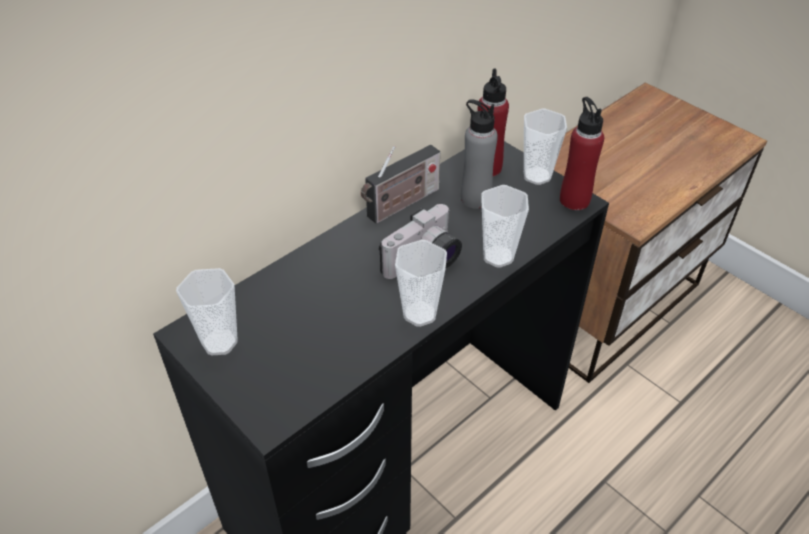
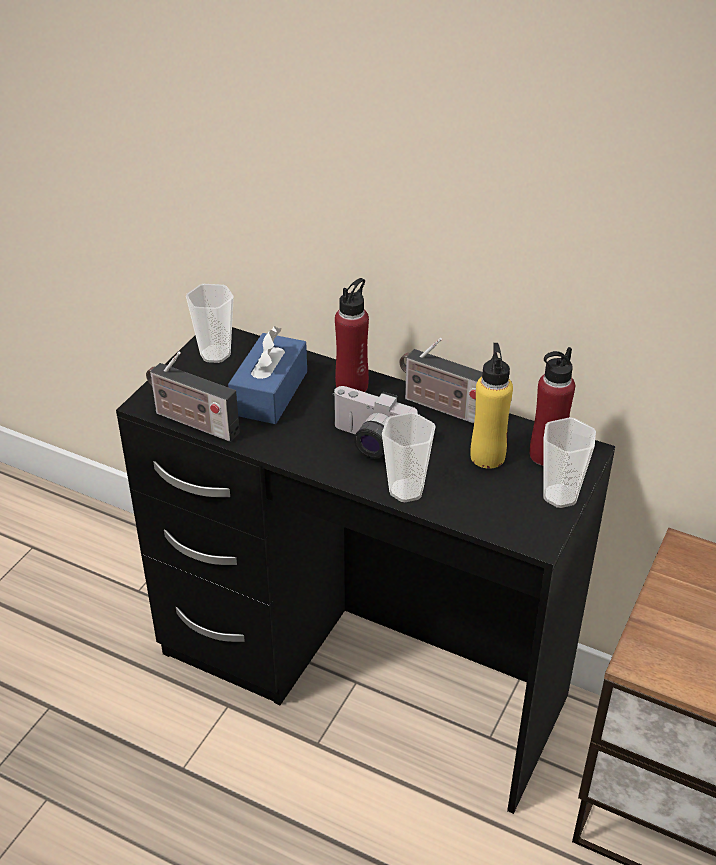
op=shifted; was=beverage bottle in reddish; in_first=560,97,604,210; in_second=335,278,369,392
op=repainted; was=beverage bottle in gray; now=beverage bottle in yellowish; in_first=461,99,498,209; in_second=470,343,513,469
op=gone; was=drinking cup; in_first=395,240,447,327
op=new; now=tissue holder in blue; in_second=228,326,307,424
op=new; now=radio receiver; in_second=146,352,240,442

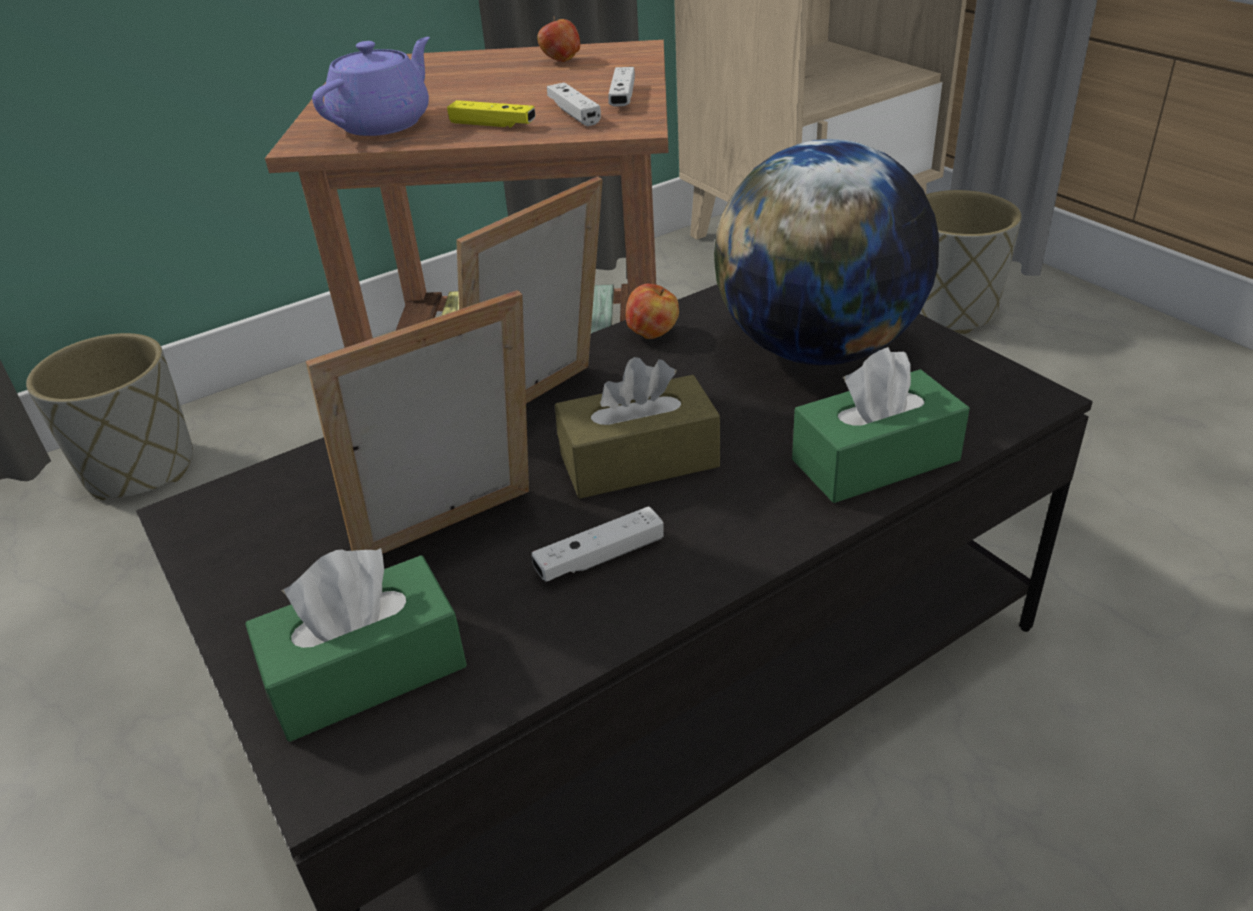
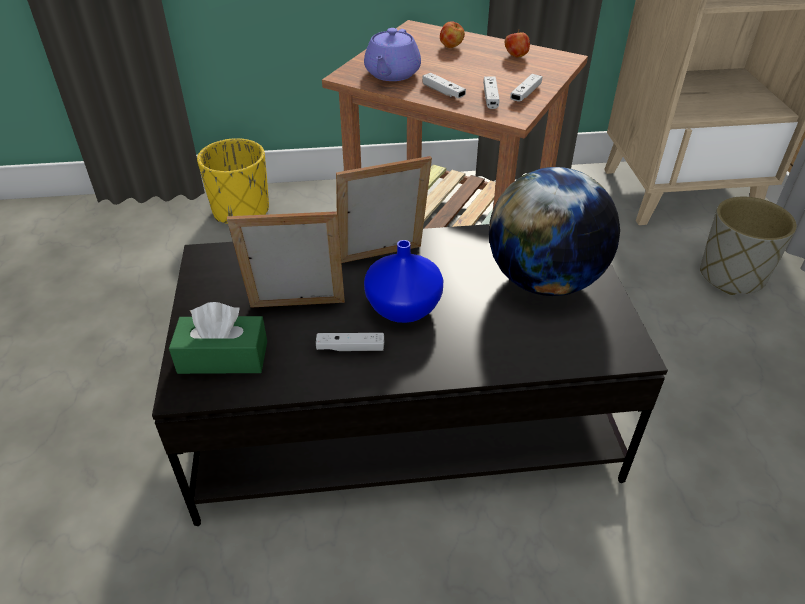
op=rotated; was=tea pot in purple-coloured; in_first=312,37,430,136; in_second=364,28,421,81; clockwise=135
op=repainted; was=joypad in yellowish; now=joypad in white-coloured; in_first=447,100,536,128; in_second=422,73,466,98
op=shifted; was=apple fruit; in_first=626,284,679,339; in_second=440,21,465,48
op=repainted; was=flower pot in gray; now=flower pot in yellowish; in_first=26,333,193,500; in_second=197,138,269,224
op=gone; was=tissue holder in green-coloured; in_first=792,347,970,503
op=swapped; was=tissue holder in brownish; now=decorative vase in blue; in_first=555,357,720,499; in_second=364,240,443,323

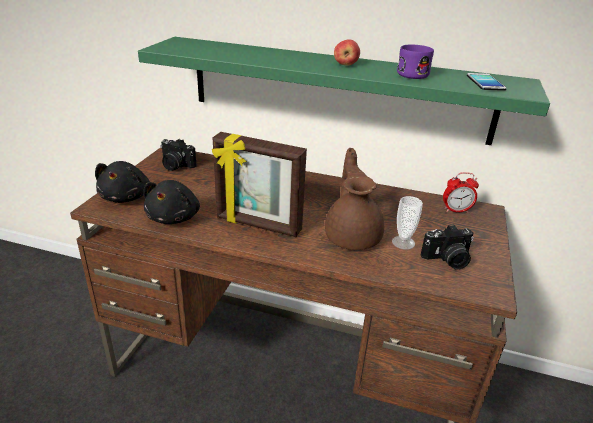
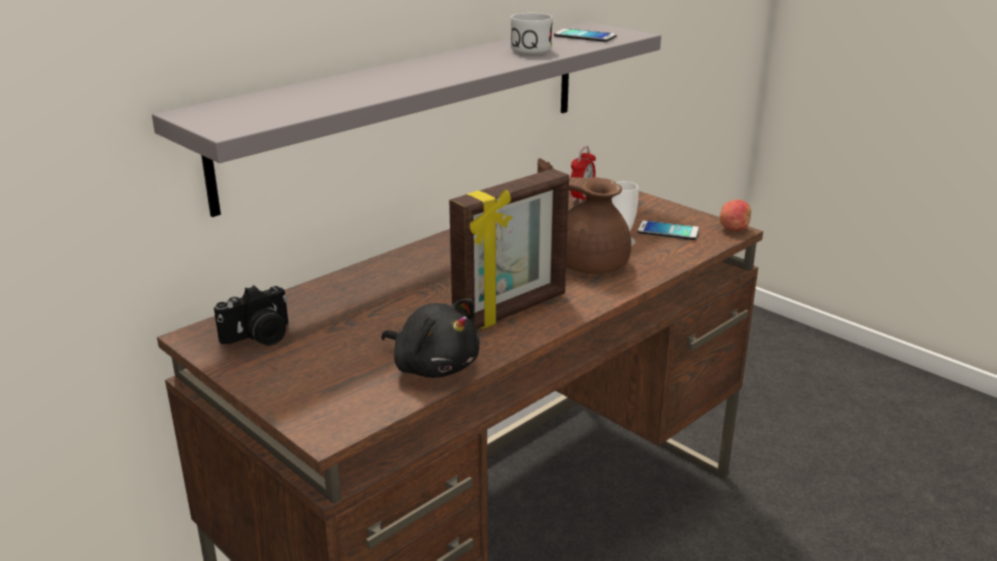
op=repainted; was=shelf in green-coloured; now=shelf in gray; in_first=138,37,550,145; in_second=152,22,661,217
op=shifted; was=apple fruit; in_first=334,39,360,66; in_second=720,200,751,231
op=repainted; was=coffee mug in purple-coloured; now=coffee mug in white-coloured; in_first=397,45,434,79; in_second=510,13,553,55
op=gone; was=cuddly toy in black-coloured; in_first=95,161,150,203
op=swapped; was=photo camera; now=phone; in_first=421,225,474,270; in_second=638,220,699,240

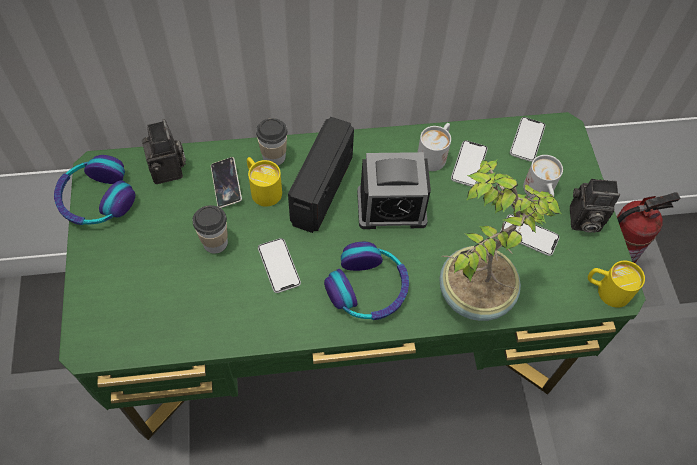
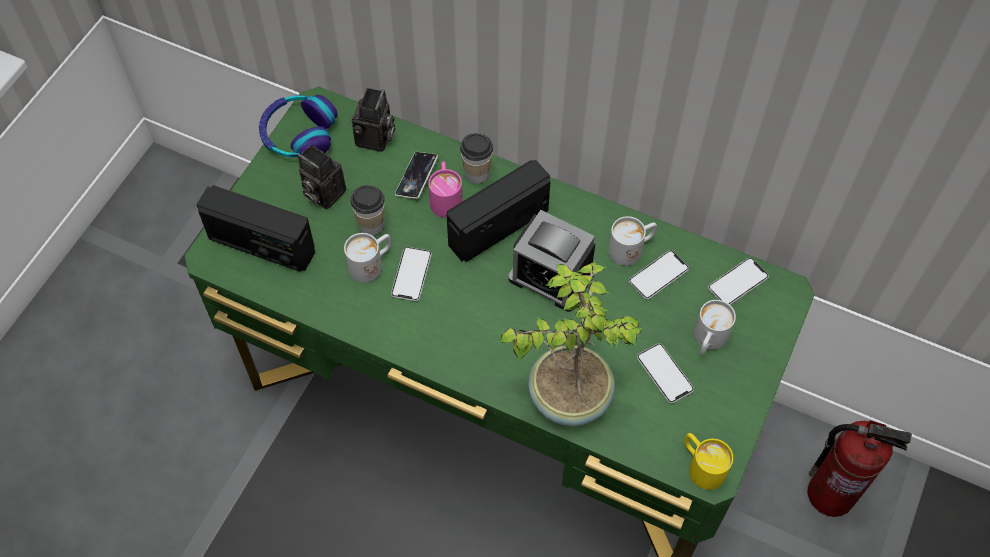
op=repainted; was=coffee mug in yellowish; now=coffee mug in pinkish; in_first=247,157,282,207; in_second=428,161,463,218
op=shifted; was=photo camera; in_first=570,179,620,233; in_second=298,145,346,210
op=gone; was=pair of headphones; in_first=324,242,409,320
op=new; now=radio receiver; in_second=197,185,315,272
op=new; now=coffee mug in white-coloured; in_second=344,233,391,282

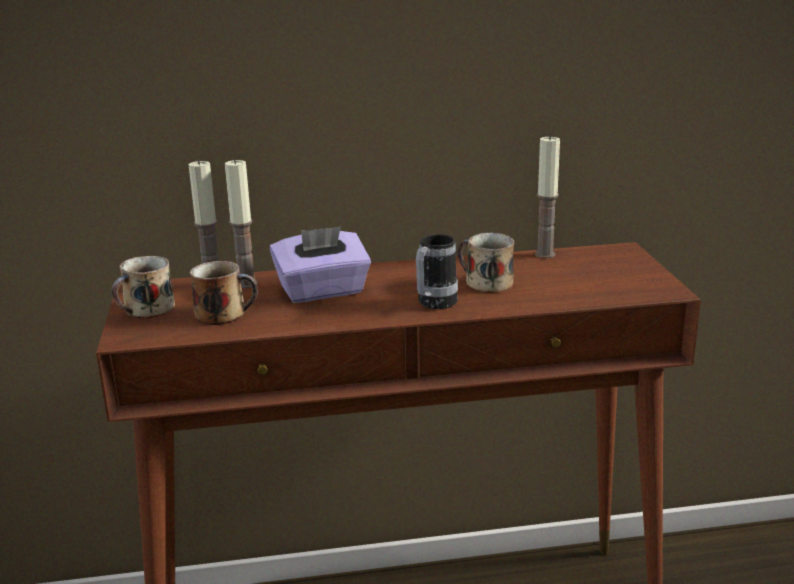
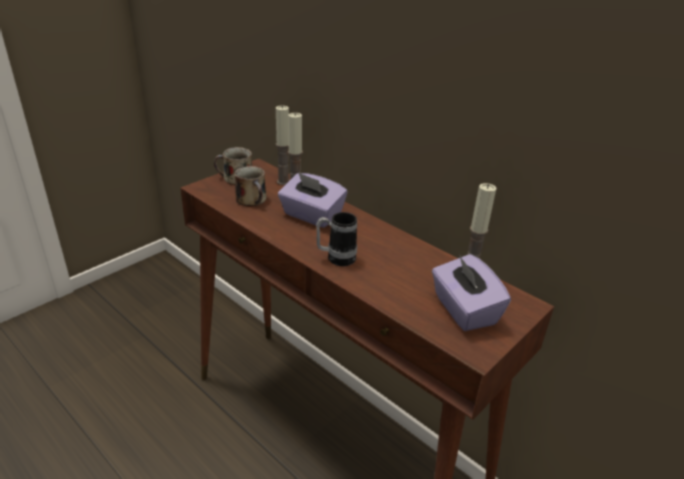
op=gone; was=coffee mug; in_first=457,232,514,293
op=new; now=tissue holder in purple-coloured; in_second=432,254,511,331

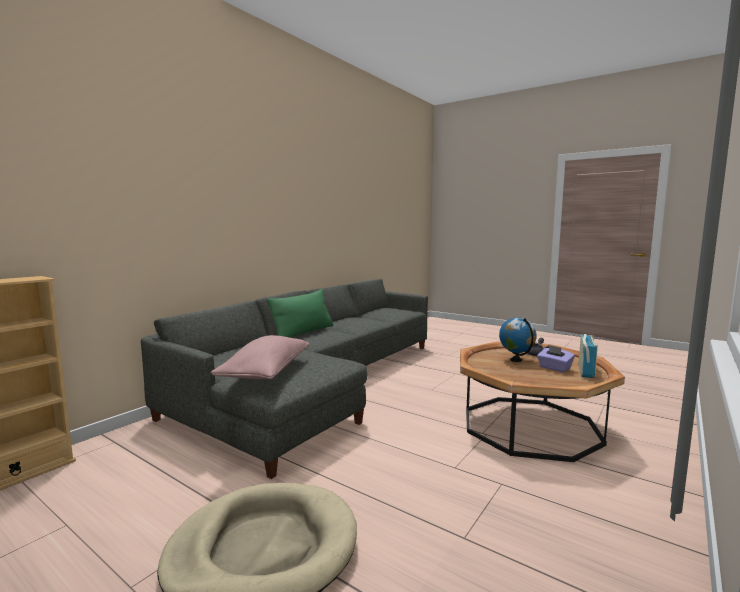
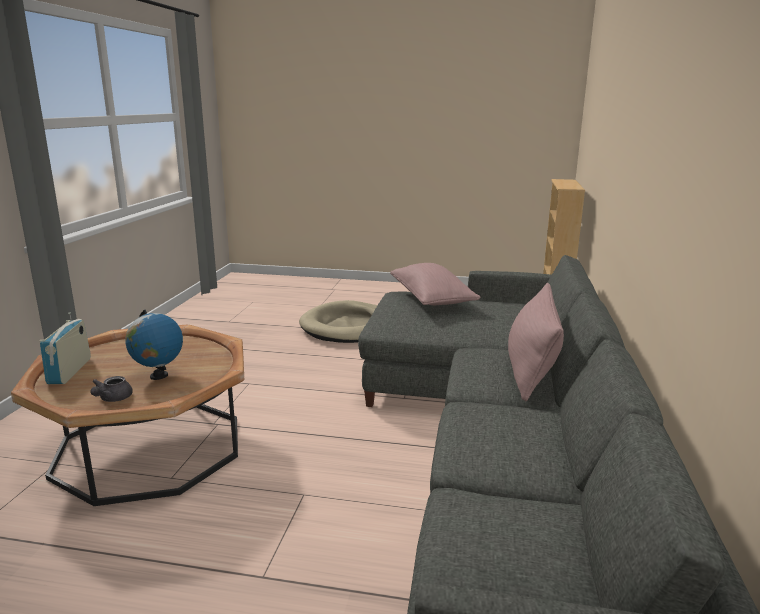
op=repainted; was=pillow in green-coloured; now=pillow in pinkish; in_first=267,289,333,338; in_second=508,283,564,401
op=gone; was=tissue holder in purple-coloured; in_first=537,345,575,372

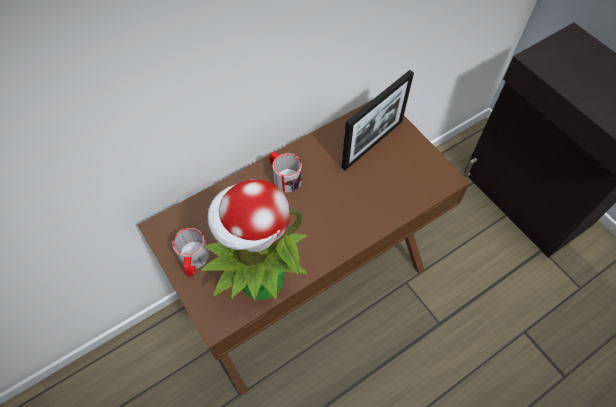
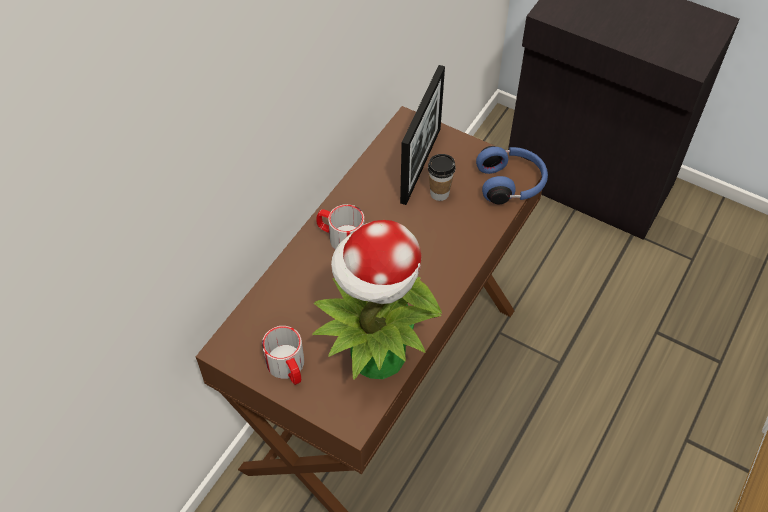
op=new; now=pair of headphones in blue; in_second=476,146,548,204
op=new; now=drinking cup; in_second=428,154,456,201

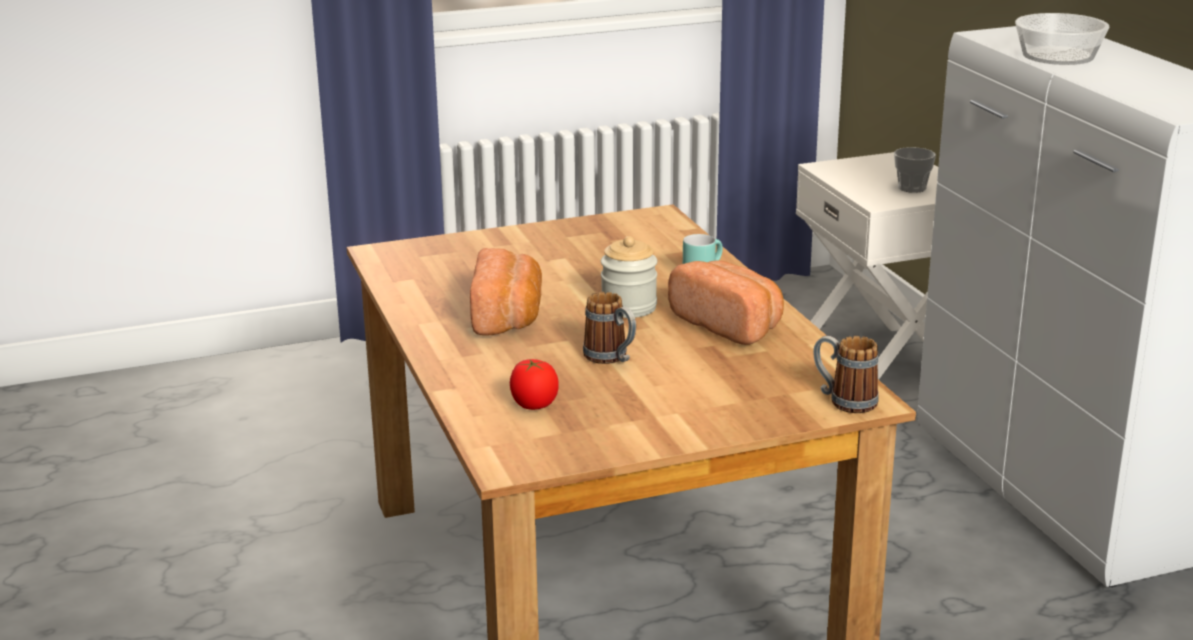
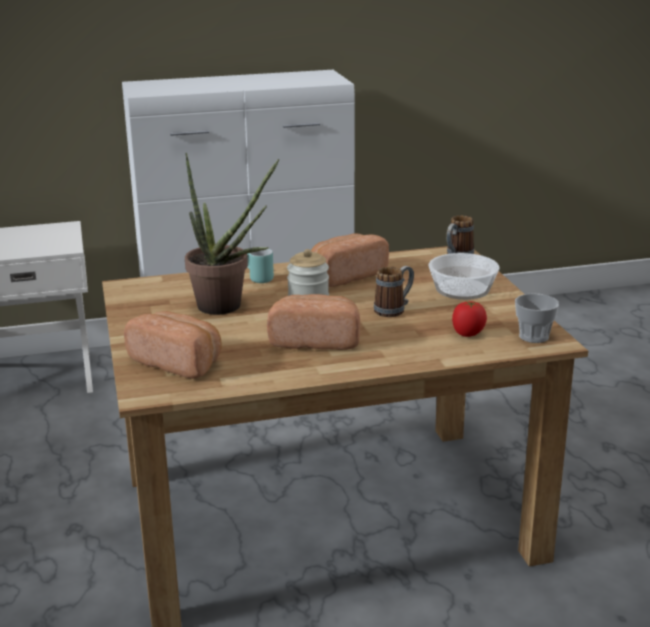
op=shifted; was=deep dish; in_first=1015,13,1110,65; in_second=428,253,499,300
op=shifted; was=drinking cup; in_first=894,147,936,193; in_second=515,293,559,343
op=new; now=plant in a pot; in_second=185,152,279,315
op=new; now=bakery bread; in_second=124,311,222,378

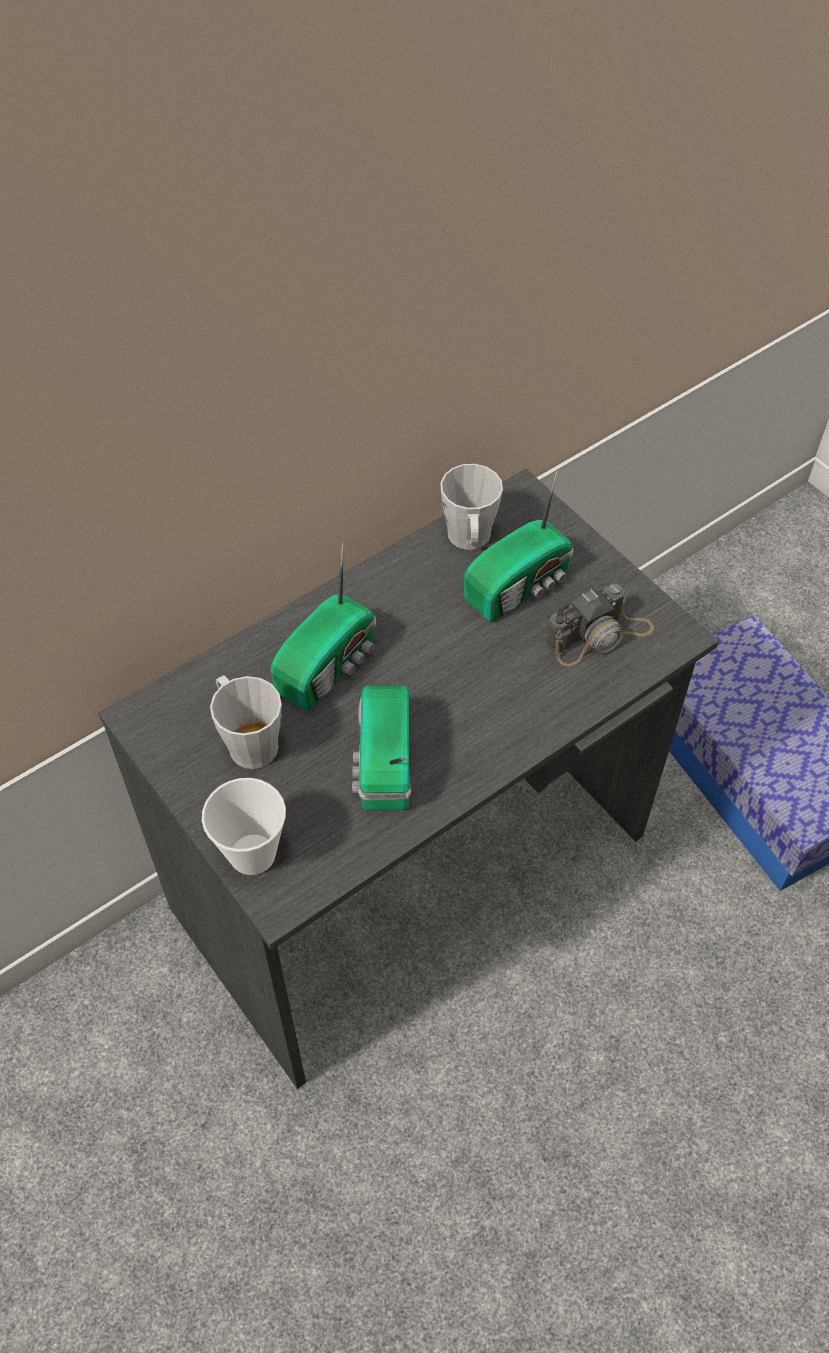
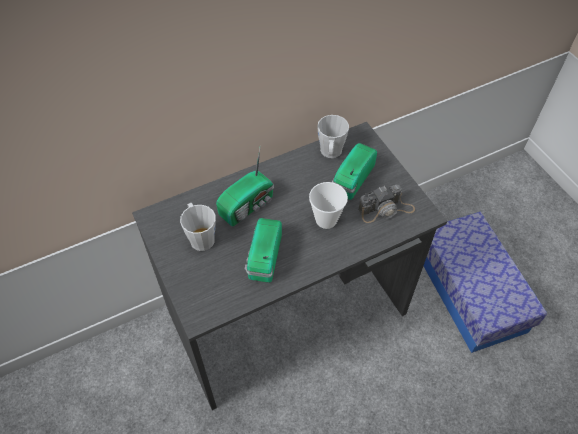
op=rotated; was=radio receiver; in_first=464,470,574,622; in_second=332,143,377,200; clockwise=150
op=shifted; was=drinking cup; in_first=202,778,286,875; in_second=309,182,348,229

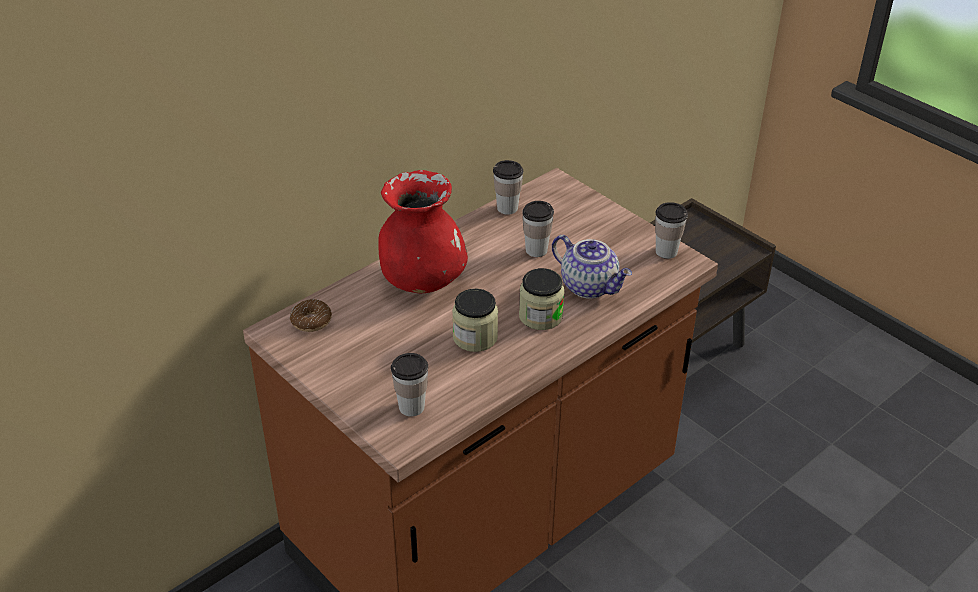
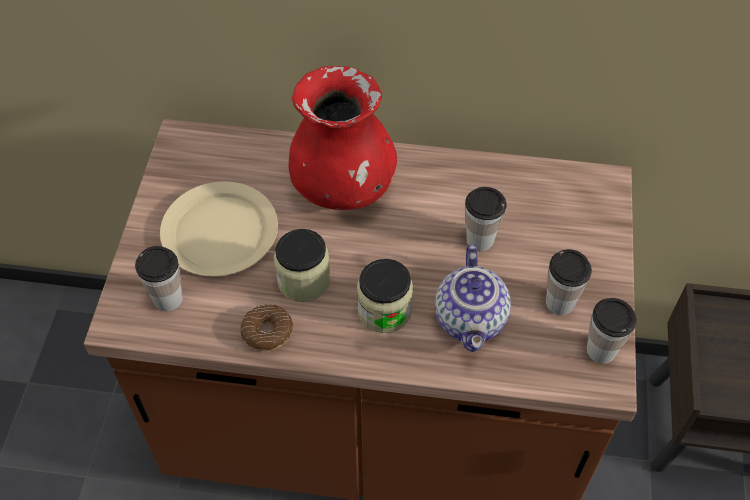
op=shifted; was=drinking cup; in_first=493,160,523,215; in_second=546,249,592,315
op=shifted; was=ring doughnut; in_first=290,299,332,332; in_second=241,304,293,351
op=new; now=dinner plate in sand-coloured; in_second=160,182,278,277

